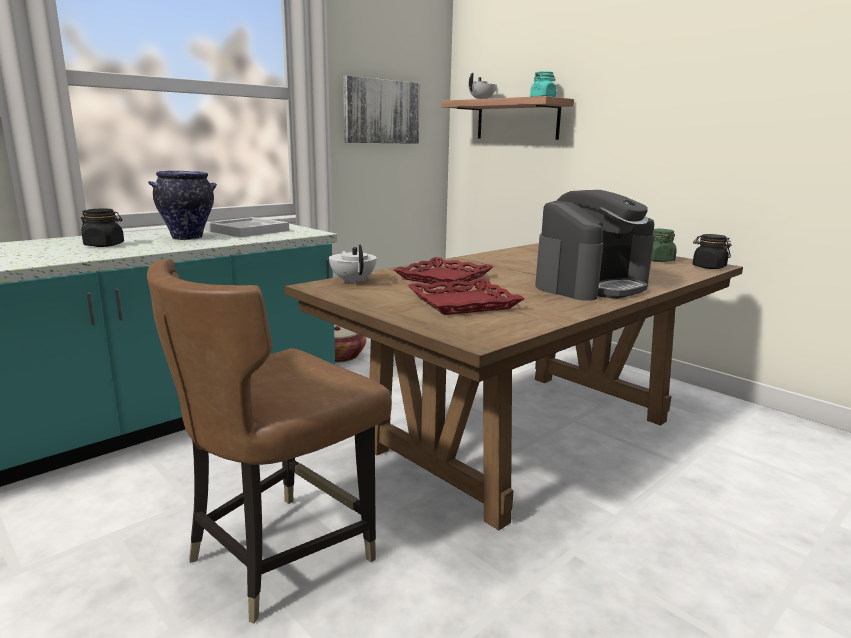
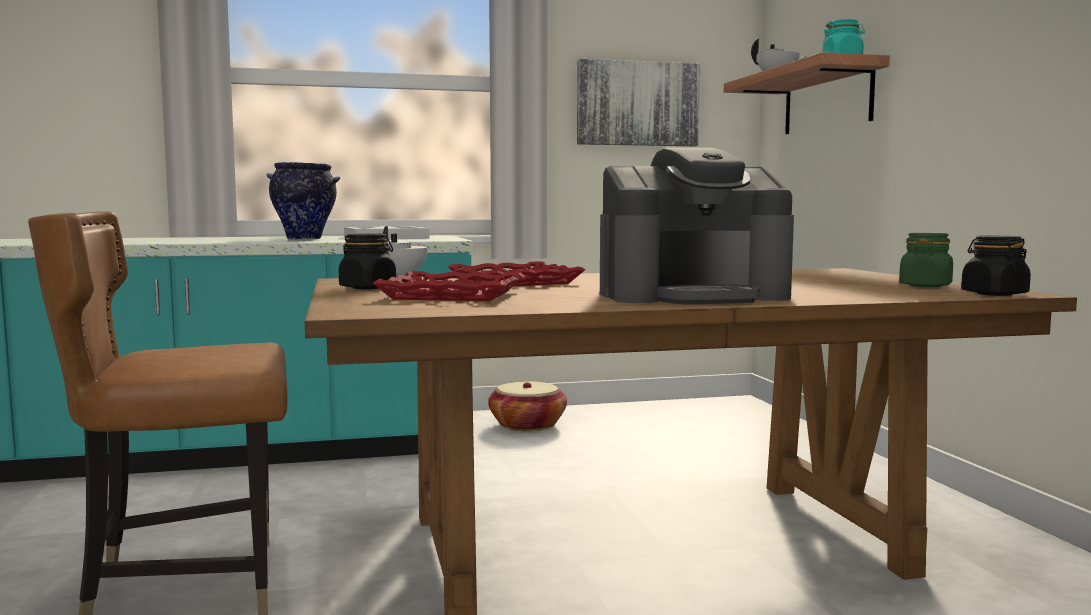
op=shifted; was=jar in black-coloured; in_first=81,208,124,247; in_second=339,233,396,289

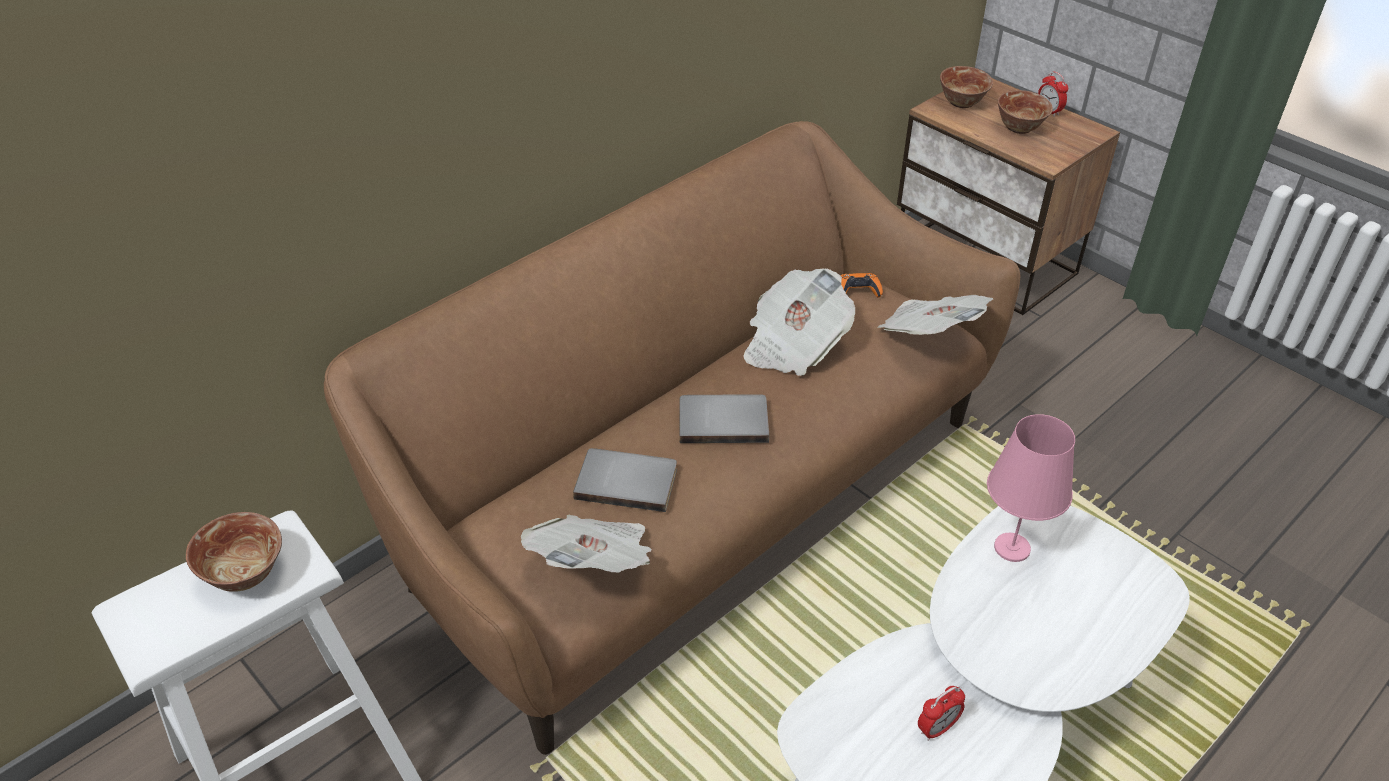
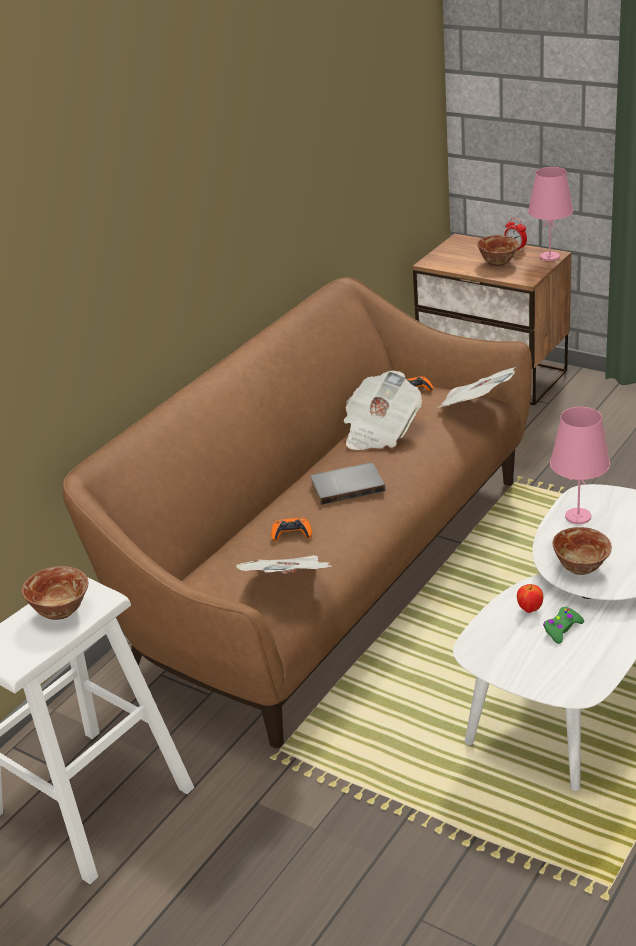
op=shifted; was=deep dish; in_first=940,66,993,108; in_second=553,527,612,575
op=swapped; was=bound book in gray; now=joypad in orangey; in_first=573,448,677,512; in_second=271,518,312,542
op=swapped; was=bedside clock; now=joypad in green-coloured; in_first=918,686,965,741; in_second=543,607,584,644
op=new; now=tabletop lamp in pinkish; in_second=528,167,573,261
op=new; now=apple fruit; in_second=517,584,543,613

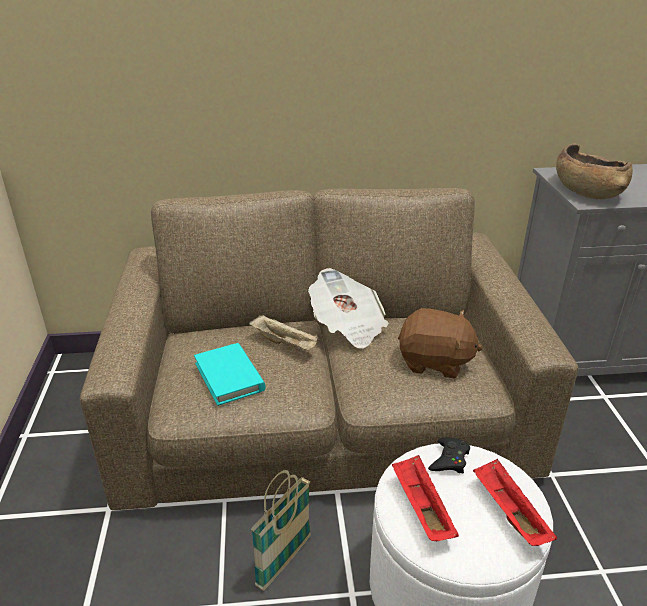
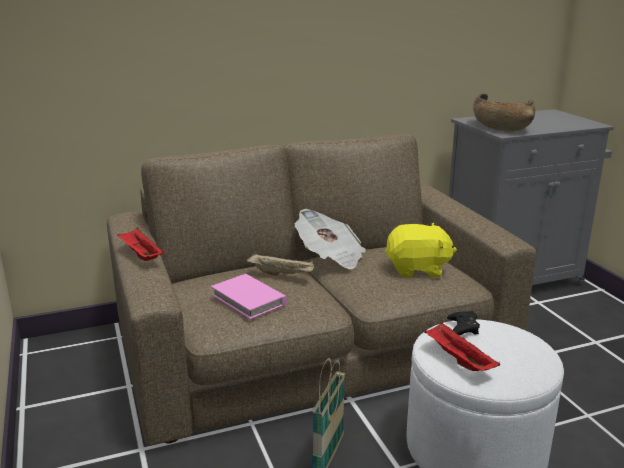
op=repainted; was=cuddly toy in brownish; now=cuddly toy in yellowish; in_first=398,308,483,378; in_second=385,223,457,278
op=repainted; was=bound book in turquoise-coloured; now=bound book in pinkish; in_first=194,343,266,406; in_second=211,274,287,320
op=shifted; was=carrying tray in reddish; in_first=473,459,557,546; in_second=117,228,164,261

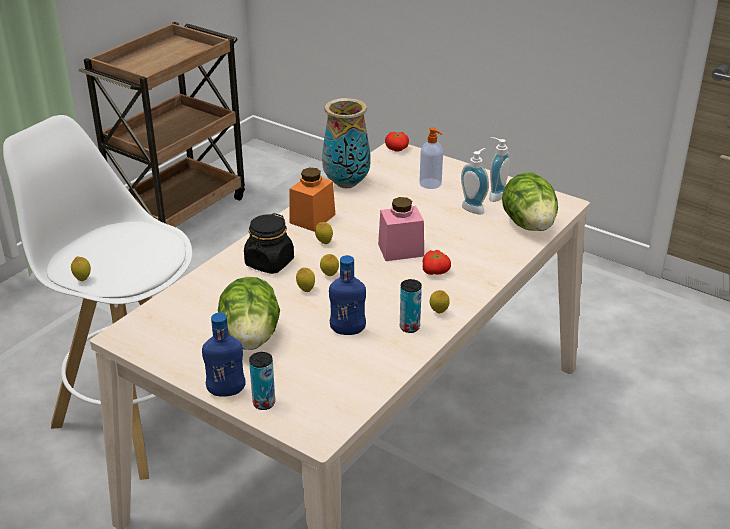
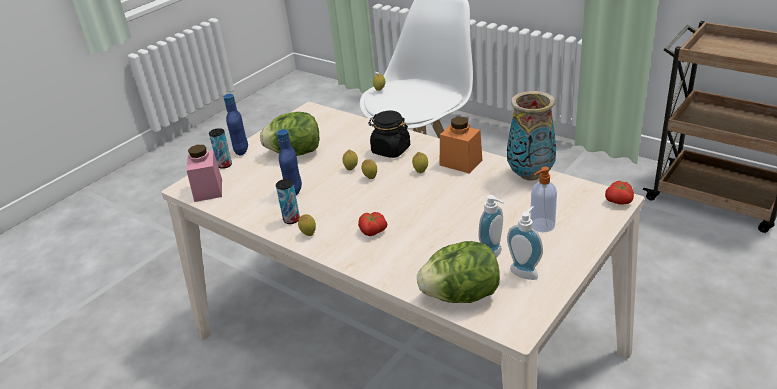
op=shifted; was=jar in pinkish; in_first=378,197,424,261; in_second=187,145,222,202

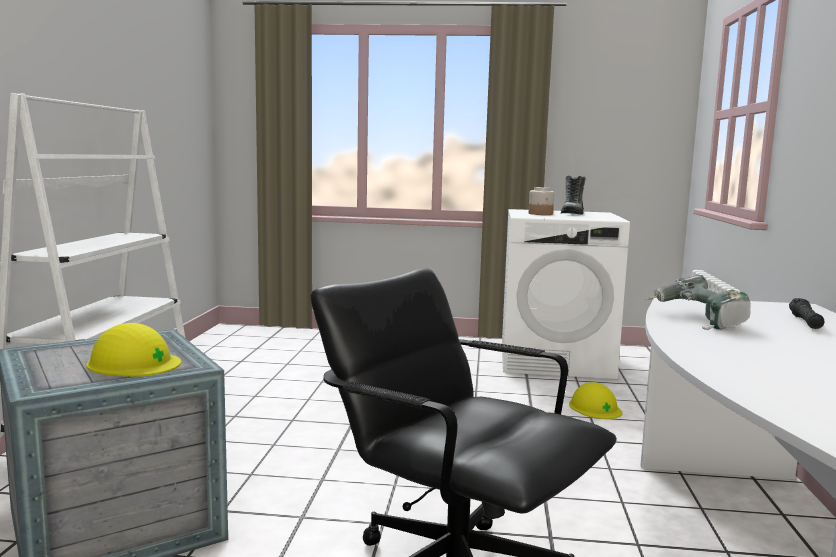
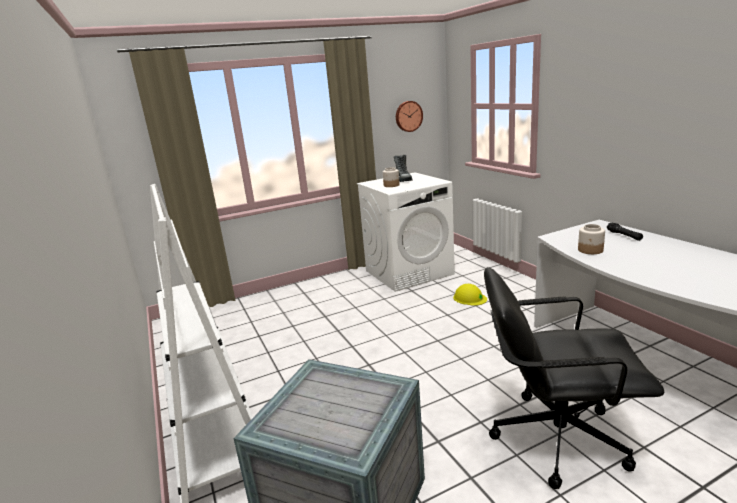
op=swapped; was=electric drill; now=jar; in_first=646,275,751,330; in_second=578,224,605,254
op=gone; was=hard hat in yellowish; in_first=87,323,181,377
op=new; now=hanging clock; in_second=396,101,423,132

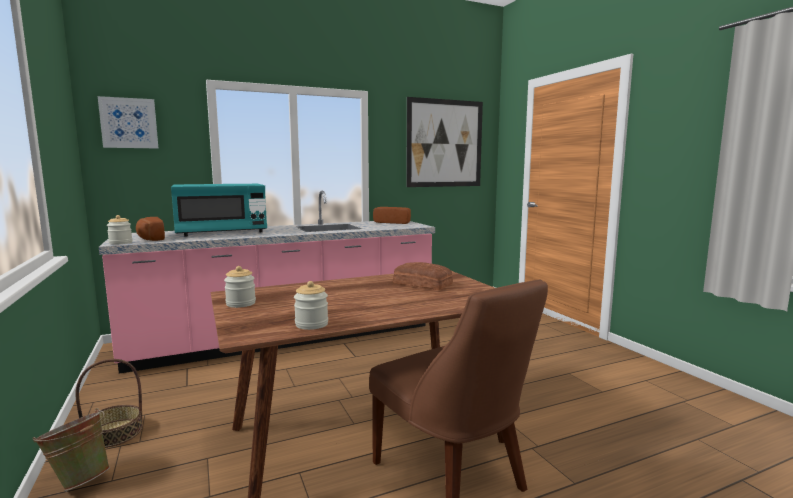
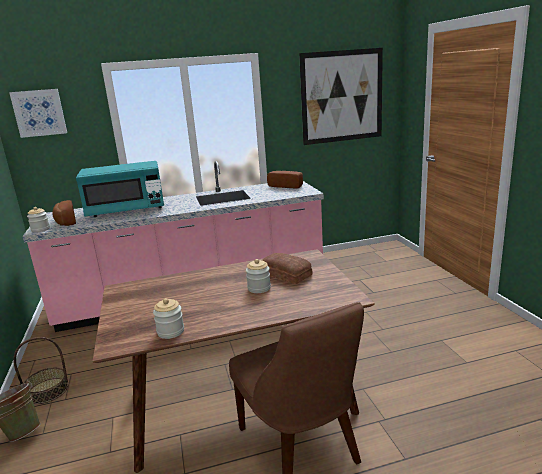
op=shifted; was=jar; in_first=224,266,256,308; in_second=246,259,271,293

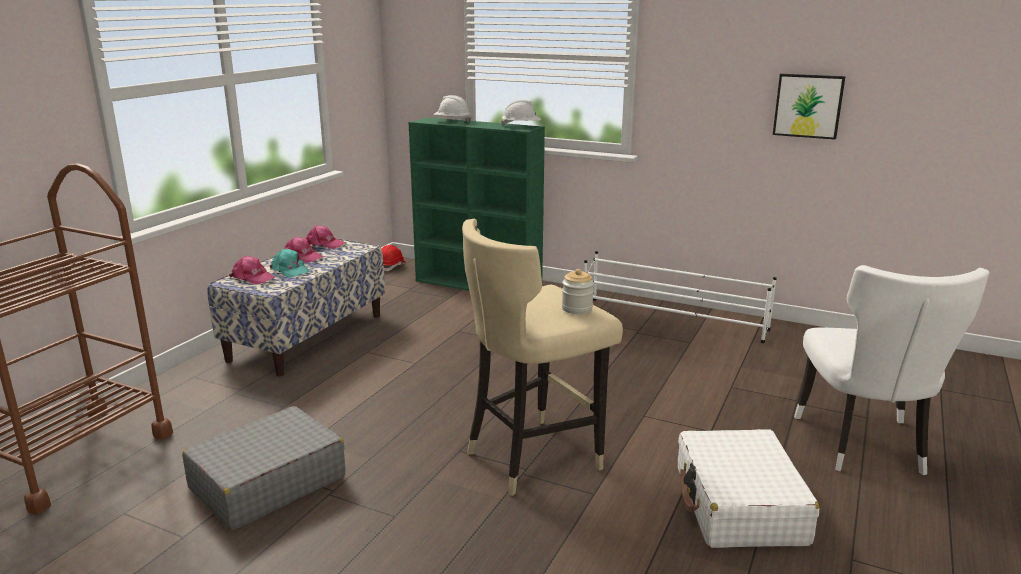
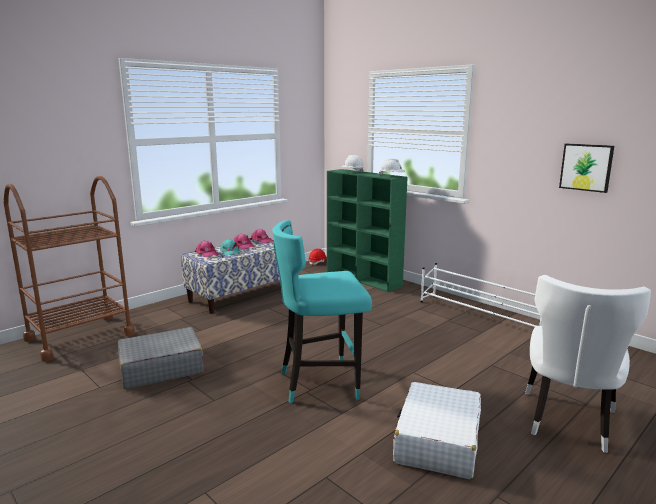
op=repainted; was=stool seat in sand-coloured; now=stool seat in turquoise-coloured; in_first=462,219,623,496; in_second=272,220,372,403
op=gone; was=jar; in_first=562,269,594,314

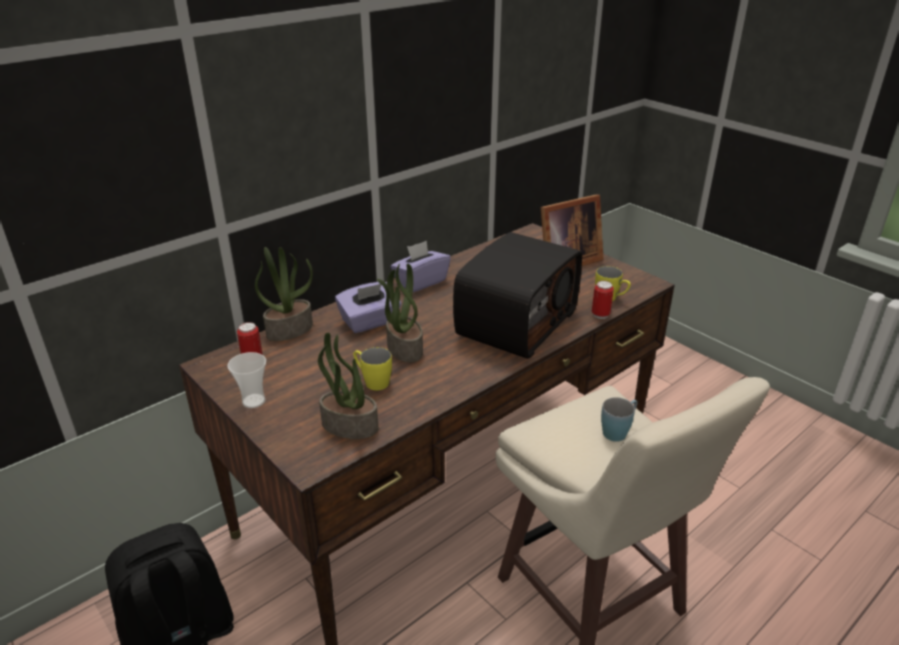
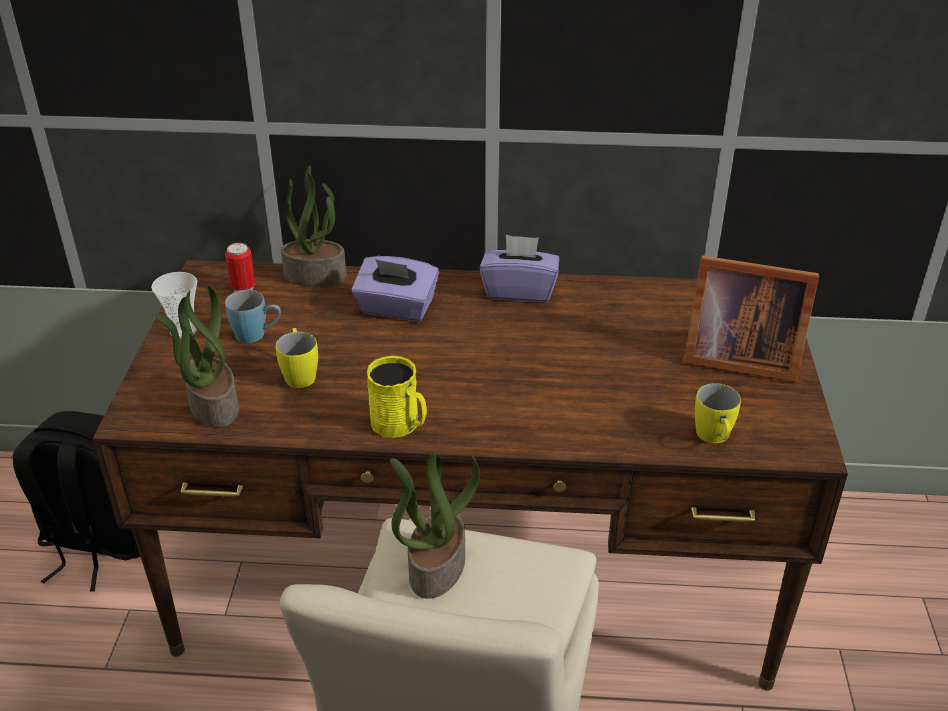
op=gone; was=radio receiver; in_first=453,232,582,359
op=shifted; was=plant in a pot; in_first=377,263,423,362; in_second=390,453,480,599
op=gone; was=sealed can; in_first=592,281,614,319
op=shifted; was=coffee mug in blue; in_first=601,397,638,442; in_second=225,290,281,343
op=new; now=coffee mug in yellowish; in_second=367,356,427,438

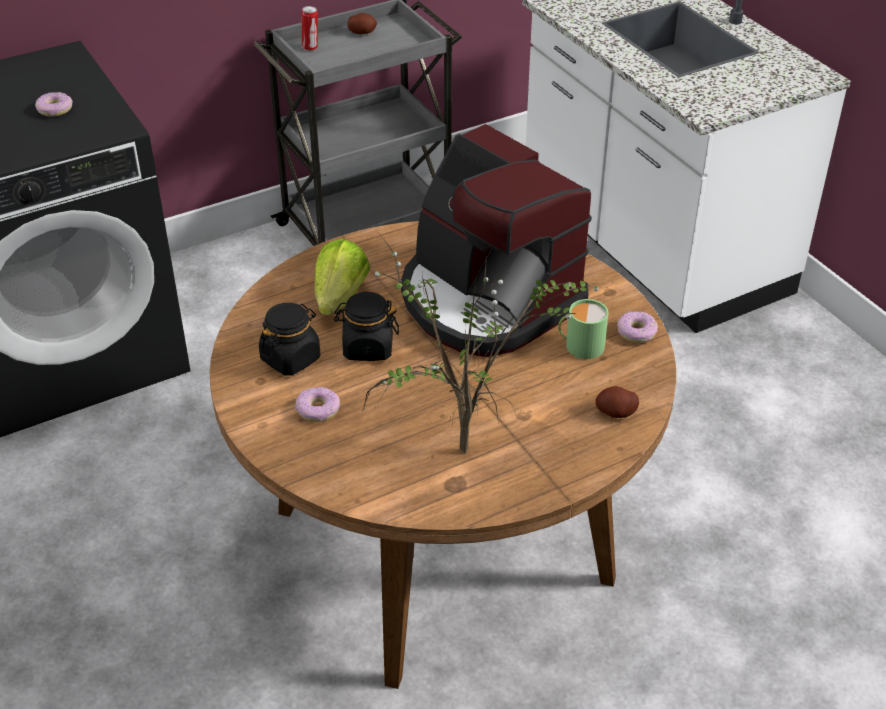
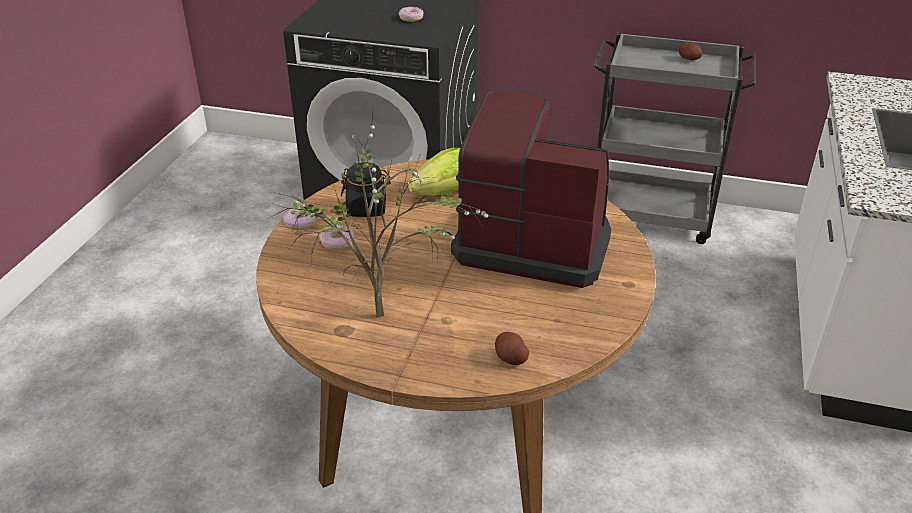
op=gone; was=sealed can; in_first=301,6,318,51
op=rotated; was=coffee machine; in_first=401,124,592,357; in_second=451,89,611,288; clockwise=105
op=gone; was=jar in black-coloured; in_first=334,292,399,361
op=gone; was=coffee mug in green-coloured; in_first=558,299,609,359
op=shifted; was=ring doughnut; in_first=617,311,658,343; in_second=283,206,317,230

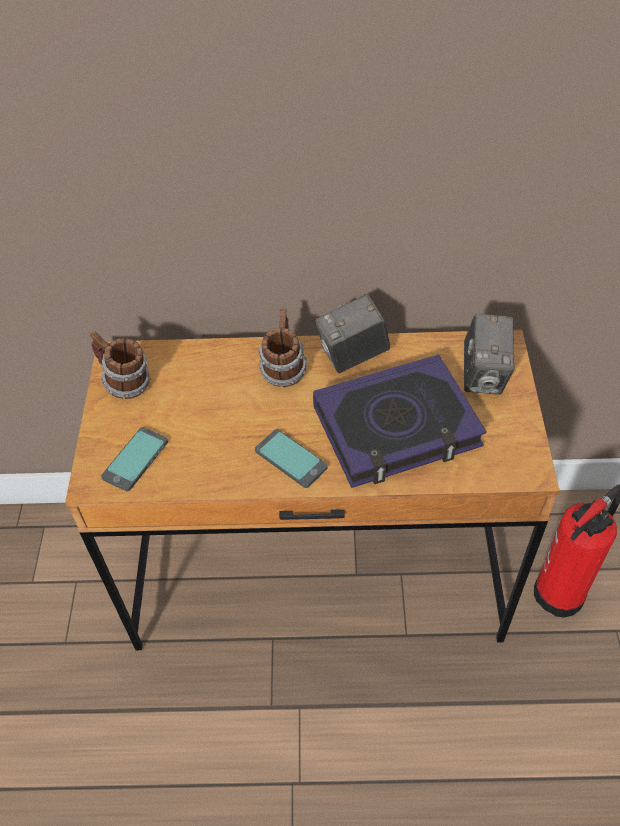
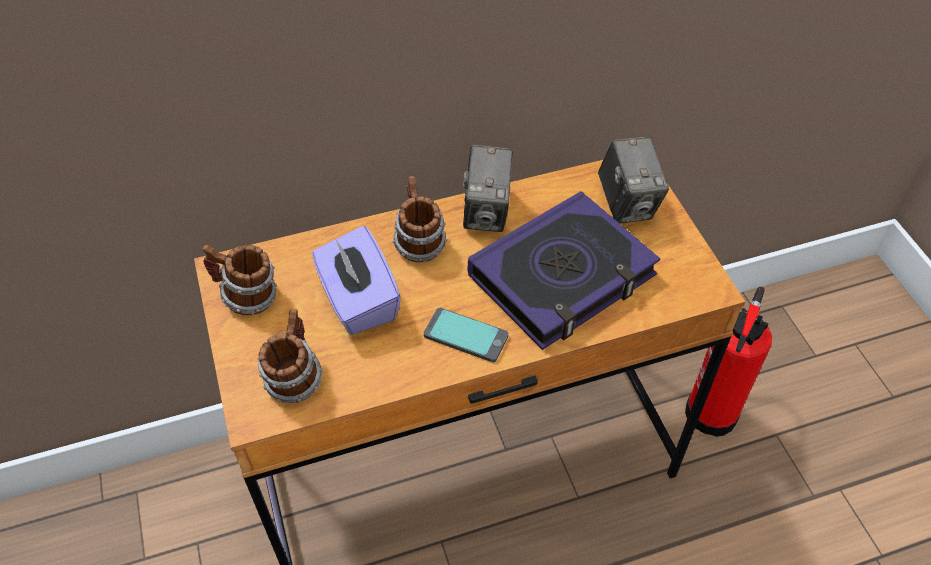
op=rotated; was=photo camera; in_first=315,294,390,373; in_second=463,145,513,232; clockwise=-45
op=swapped; was=phone; now=coffee mug; in_first=101,427,168,492; in_second=258,309,323,403
op=new; now=tissue holder in purple-coloured; in_second=312,226,401,335

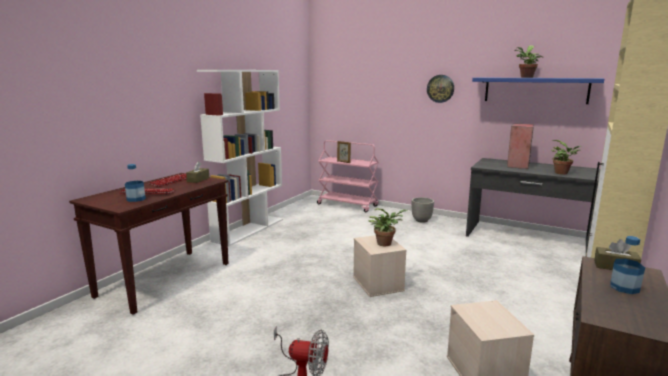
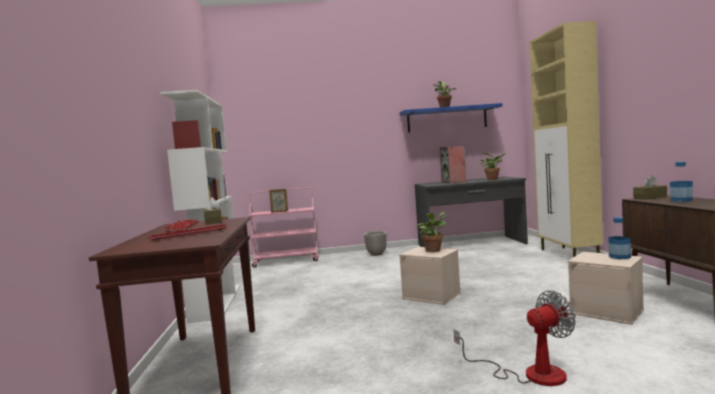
op=gone; was=hanging clock; in_first=427,75,454,103
op=shifted; was=beverage bottle; in_first=125,164,146,202; in_second=609,217,631,259

